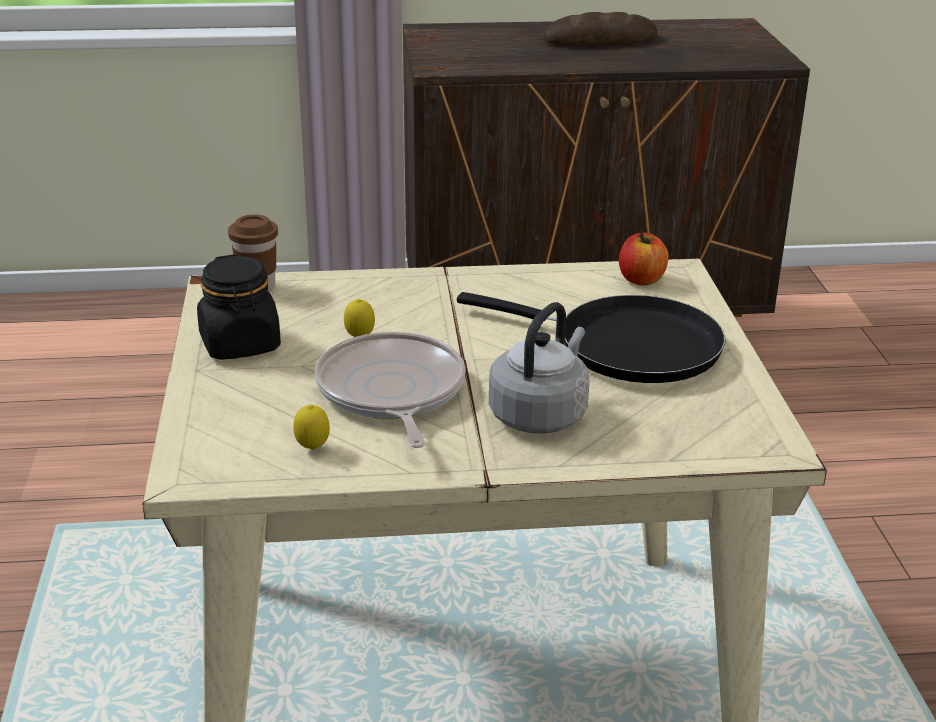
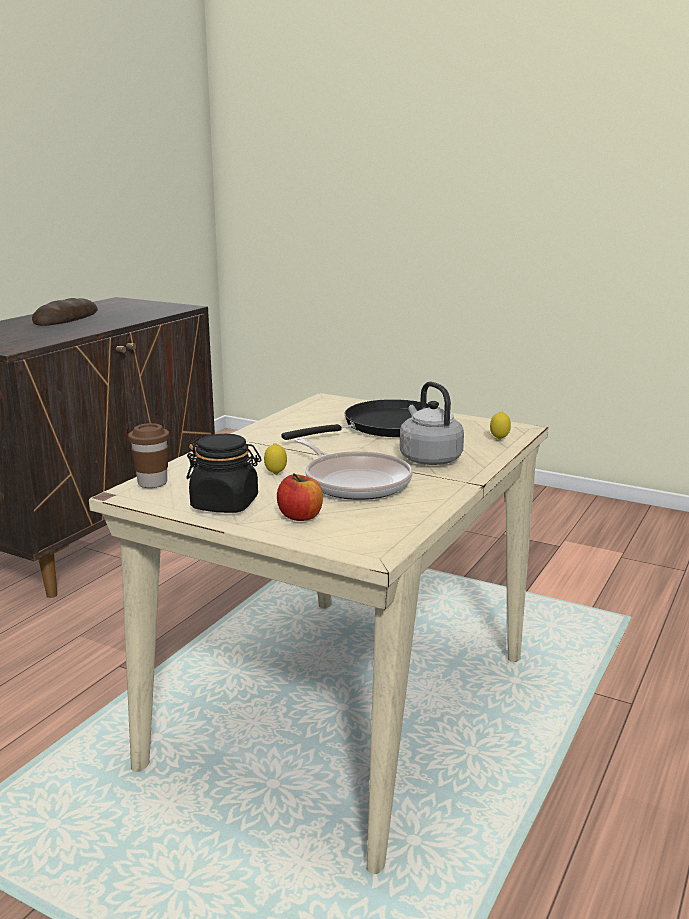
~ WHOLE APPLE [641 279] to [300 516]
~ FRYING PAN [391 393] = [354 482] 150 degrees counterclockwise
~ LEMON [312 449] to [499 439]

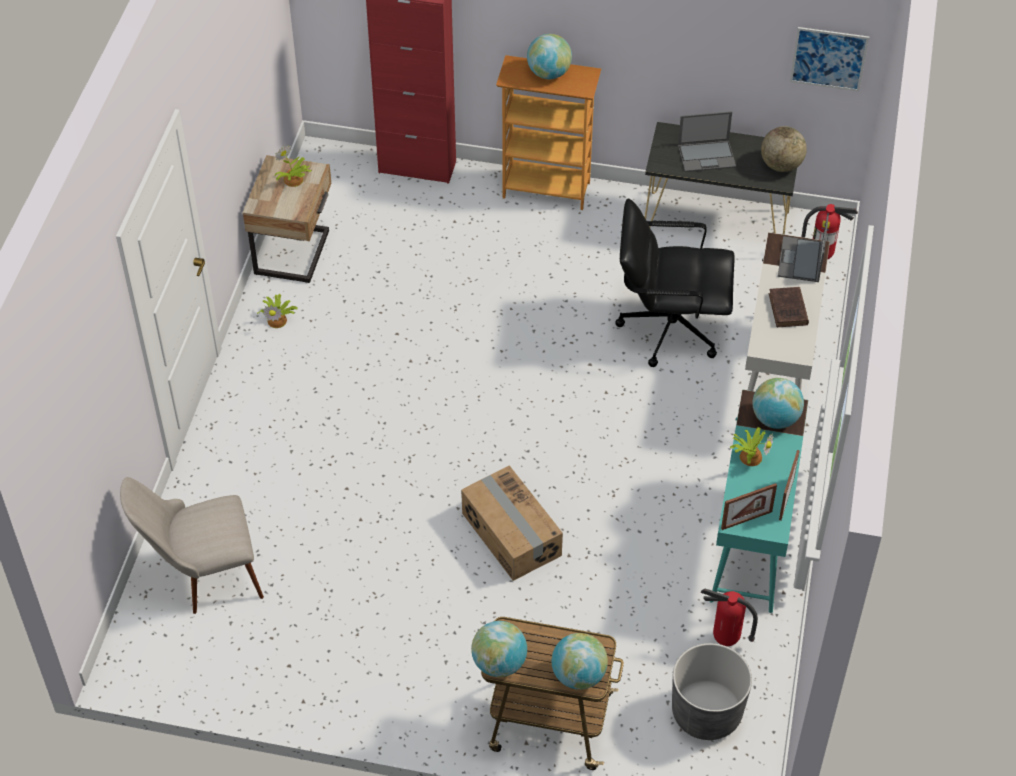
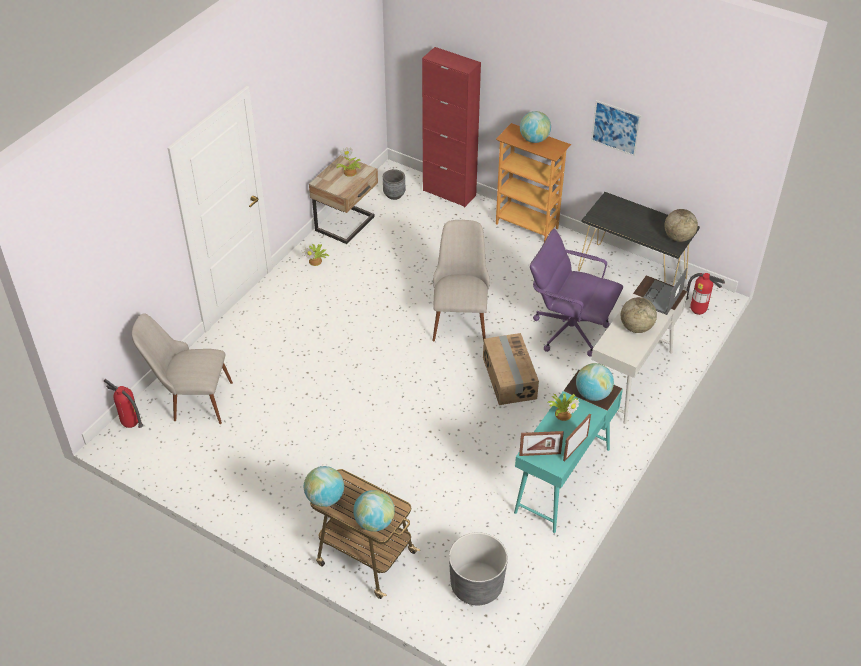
~ FIRE-FIGHTING CYLINDER [725 640] to [130 424]
+ GREY PLANTER [394 195]
+ SAND-COLOURED PLAIN CHAIR [460 317]
~ CARDBOARD BOX [510 535] to [508 378]
~ BLACK OFFICE CHAIR [669 328] to PURPLISH OFFICE CHAIR [569 330]
~ PICTURE [828 59] to [615 128]
~ BROWNISH VOLUME [788 310] to WORLD GLOBE [636 327]
- LAPTOP [707 156]

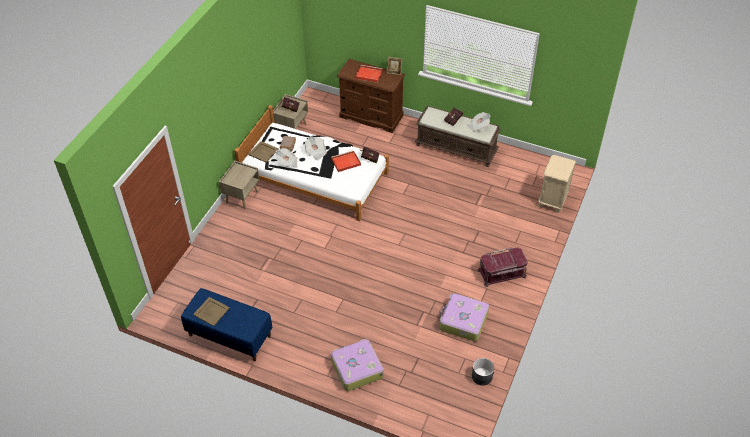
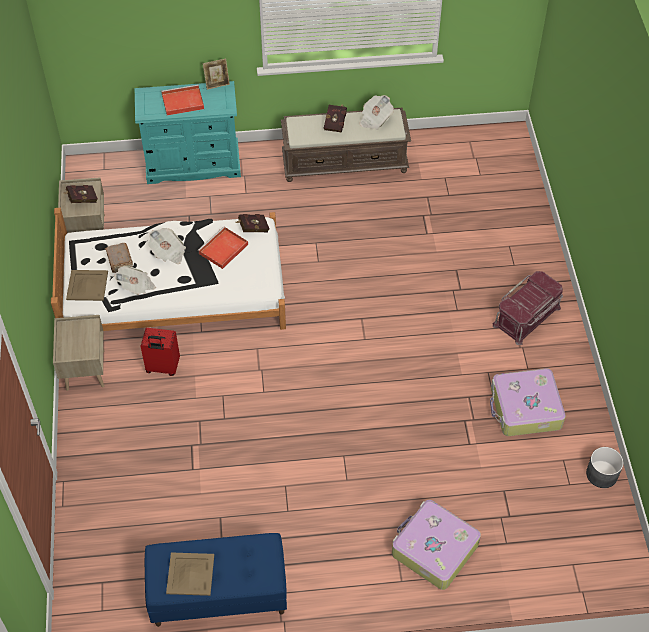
~ BROWNISH DRESSER [371 116] to TURQUOISE DRESSER [193 164]
+ RED PIECE OF LUGGAGE [162 367]
- SAND-COLOURED NIGHT TABLE [552 201]

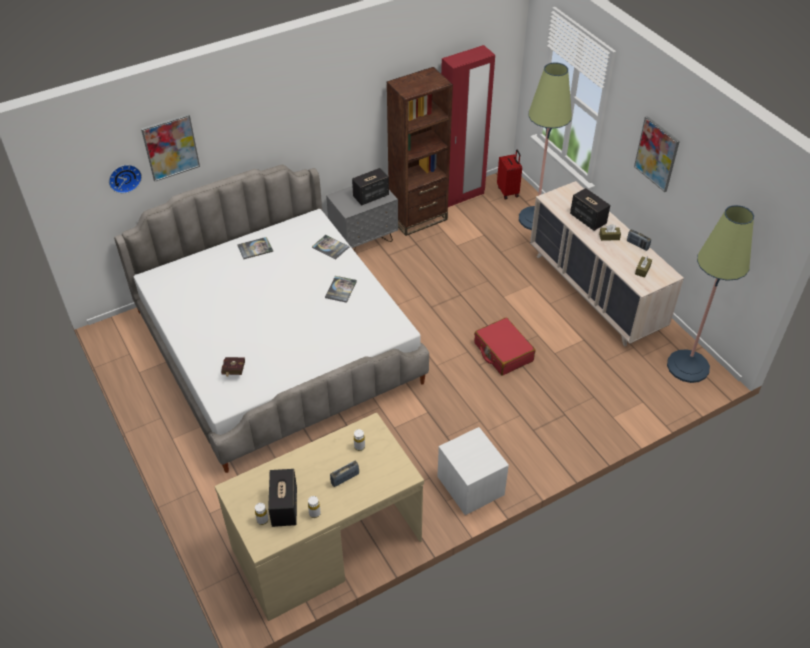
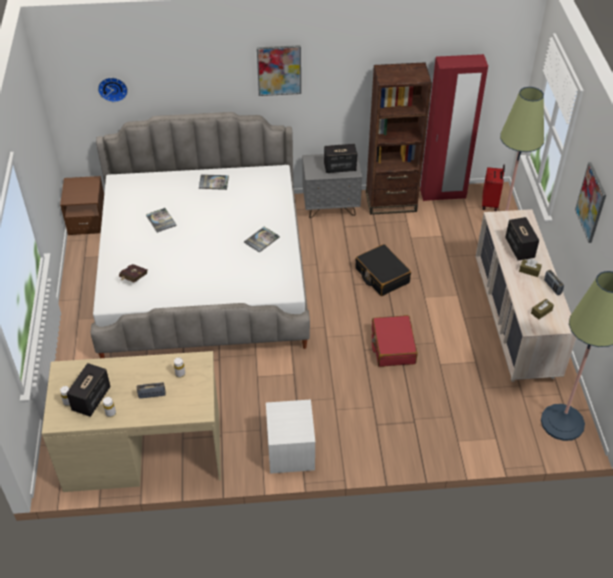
+ BROWNISH NIGHT TABLE [87 221]
~ VOLUME [330 247] to [161 220]
~ PICTURE [170 147] to [279 70]
+ BLACK PIECE OF LUGGAGE [381 276]

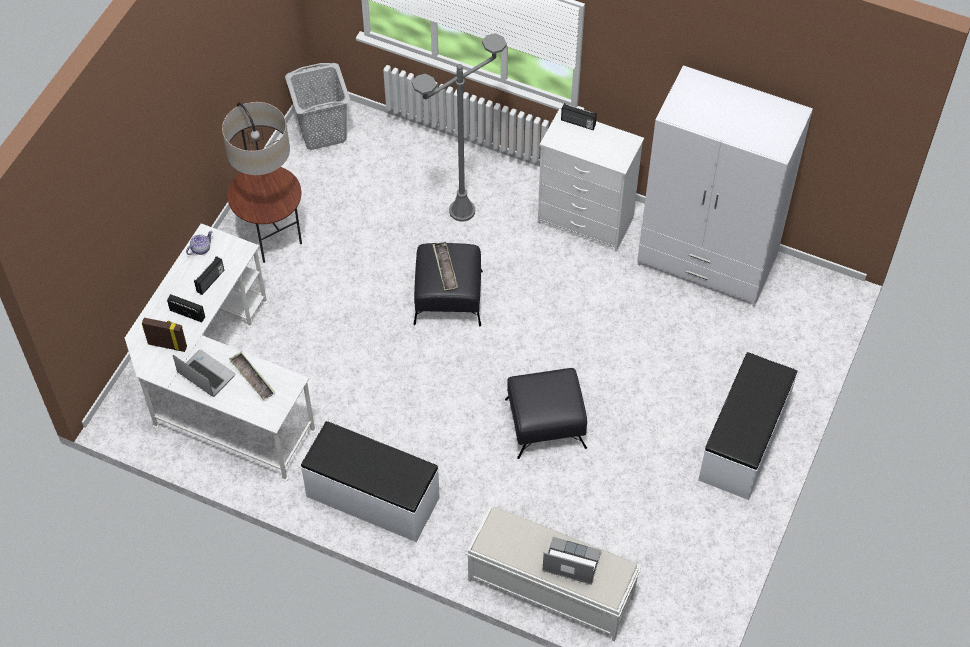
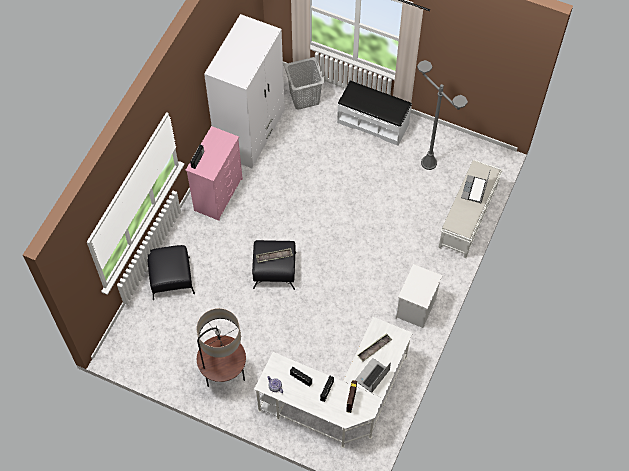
~ BLACK POUFFE [545 423] to [171 278]
~ WHITE-COLOURED DRESSER [586 221] to PINK-COLOURED DRESSER [219 194]
~ GREY LAUNDRY BASKET [322 132] to [305 98]
~ WHITE-COLOURED LONG SEAT [372 498] to WHITE-COLOURED NIGHT TABLE [416 309]
~ GREY STANDING LAMP [462 210] to [428 162]

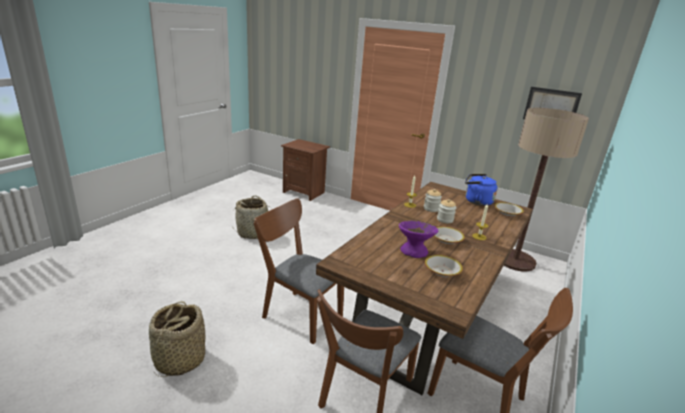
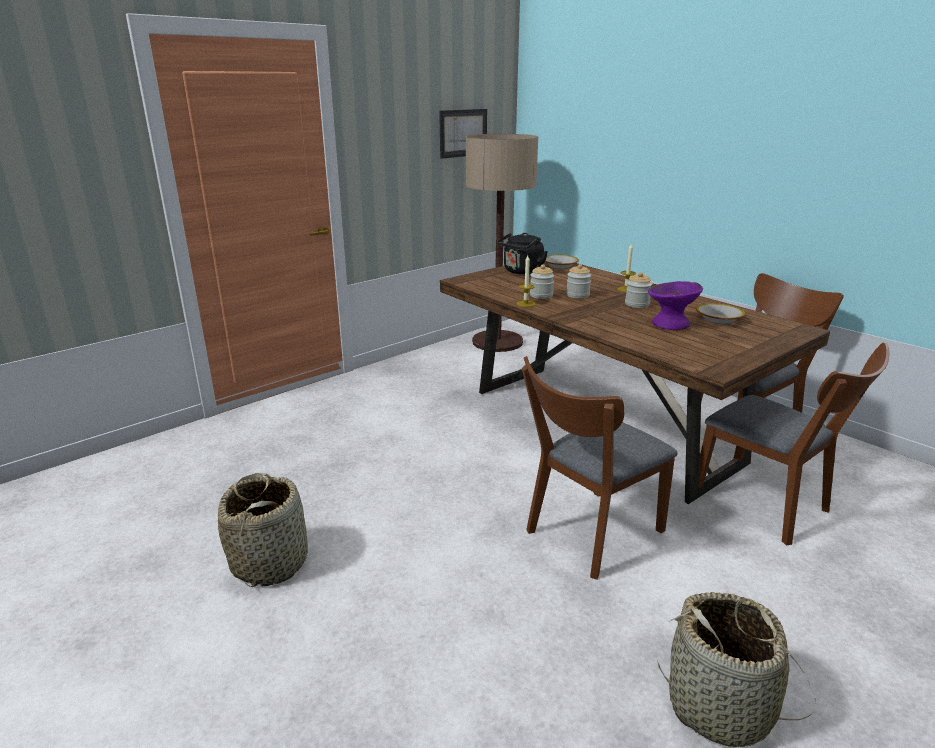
~ BLUISH KETTLE [476 201] to BLACK KETTLE [521 272]
~ BOWL [446 240] to STORAGE JAR [637 304]
- BROWNISH NIGHT TABLE [304 192]

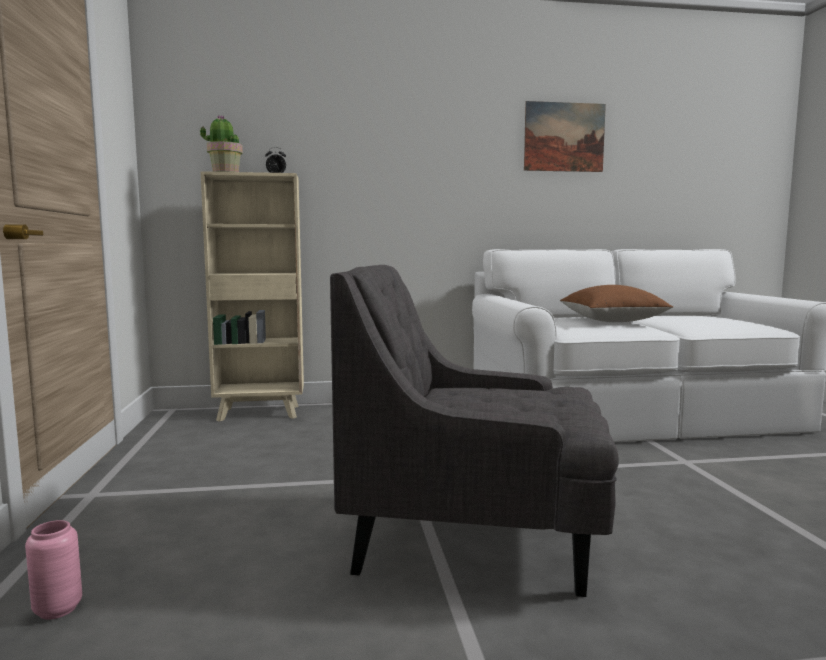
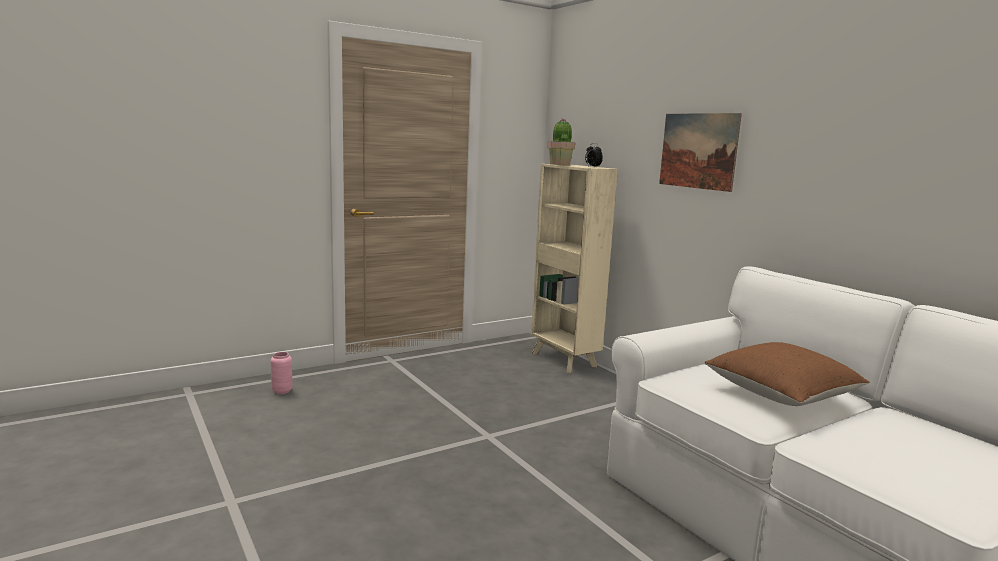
~ PICTURE [564 137] to [698 151]
- GREY LOUNGE CHAIR [475 539]

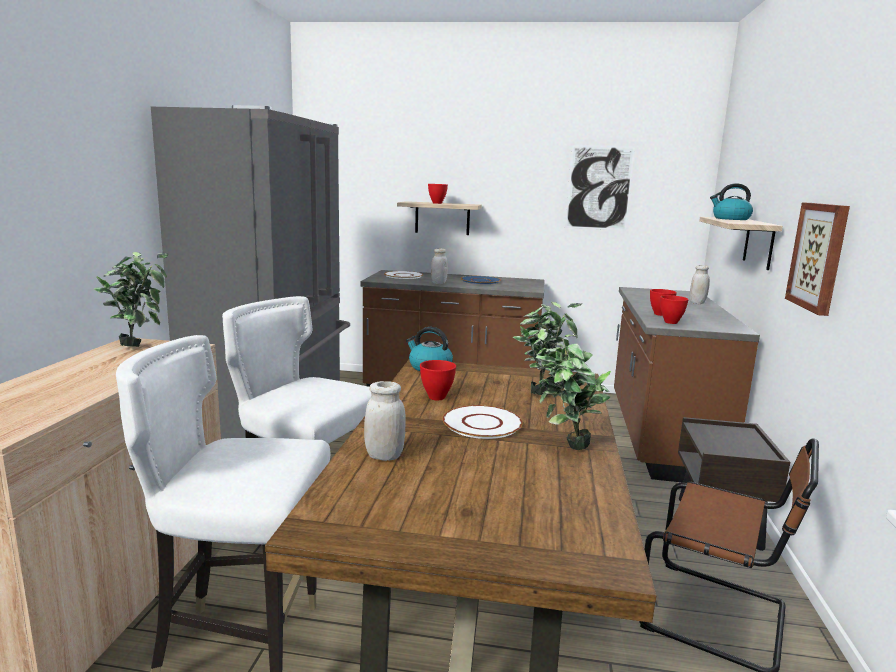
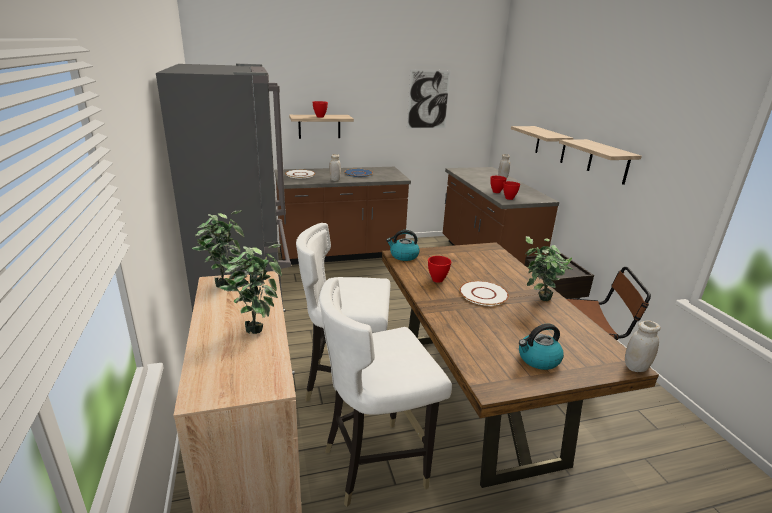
~ POTTED PLANT [542 392] to [256 326]
~ KETTLE [730 219] to [538 359]
~ PICTURE [819 256] to BRACKET SHELF [608 162]
~ WHITE-COLOURED STORAGE JAR [384 456] to [636 367]

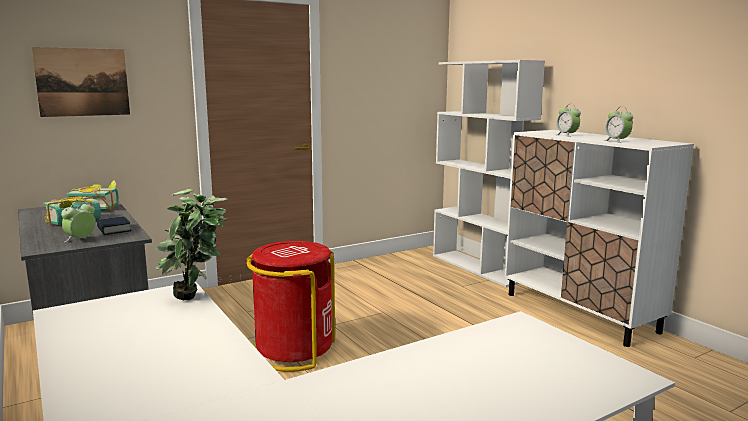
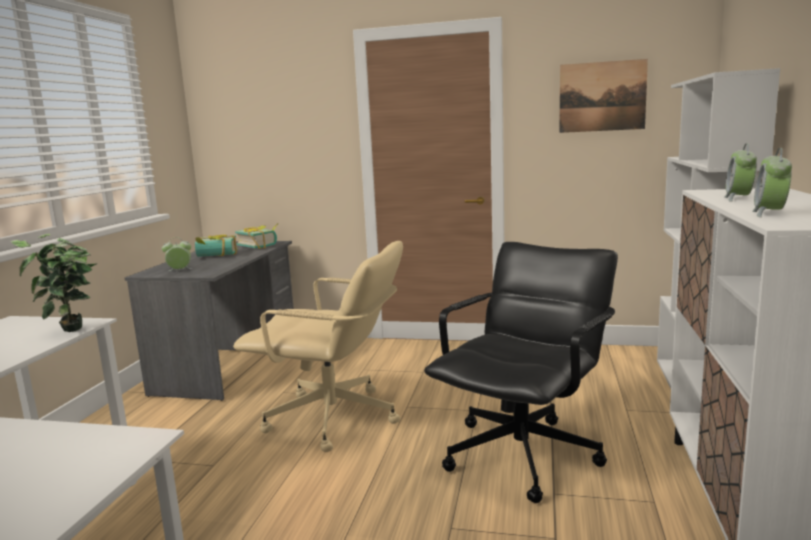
~ RED WASTE BIN [293 351] to SAND-COLOURED OFFICE CHAIR [333 419]
+ BLACK OFFICE CHAIR [523 455]
~ PICTURE [83 82] to [602 96]
- VOLUME [114 230]

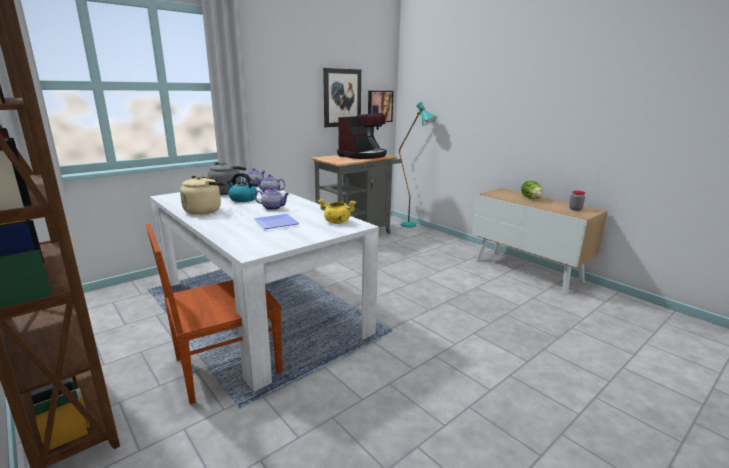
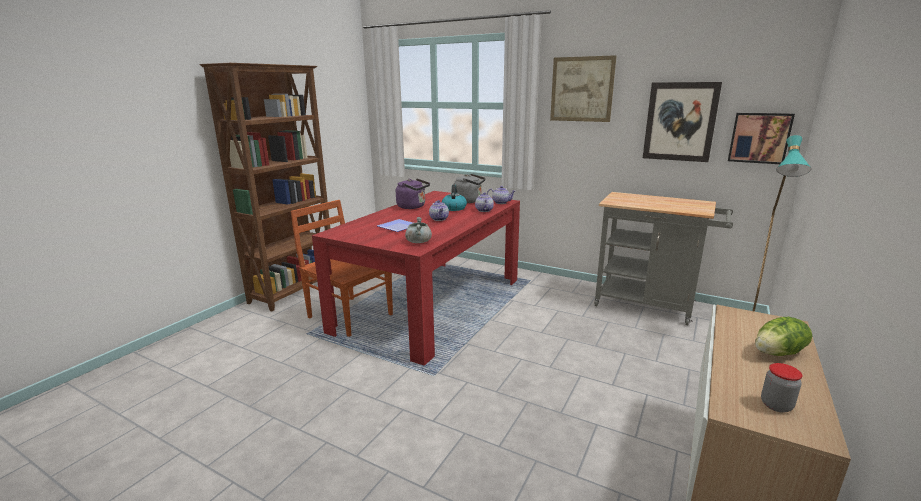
~ WHITE-COLOURED DINNER TABLE [259 308] to RED DINNER TABLE [431 304]
~ SAND-COLOURED KETTLE [205 210] to PURPLISH KETTLE [413 207]
~ YELLOW STOCKPOT [336 222] to GREY STOCKPOT [418 241]
+ PICTURE [582 89]
- COFFEE MACHINE [363 155]

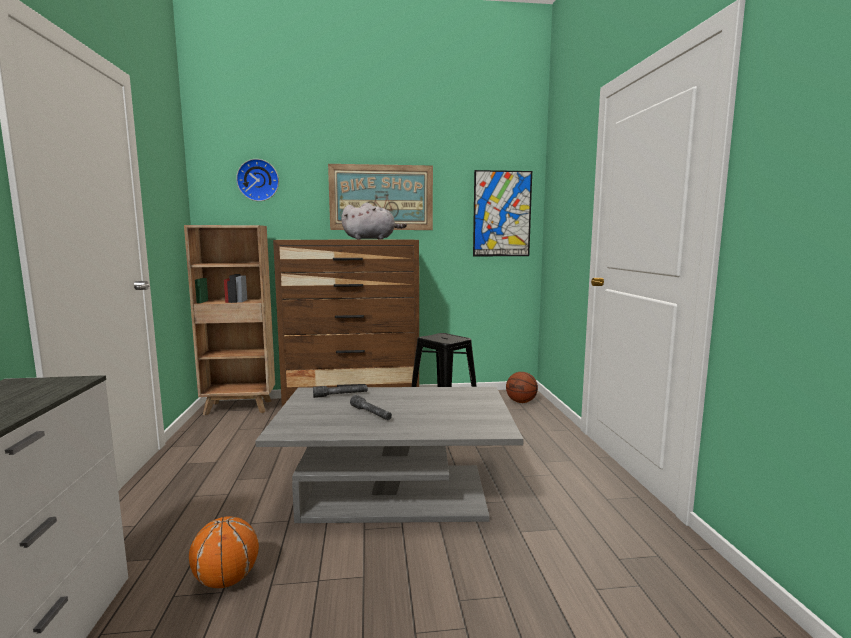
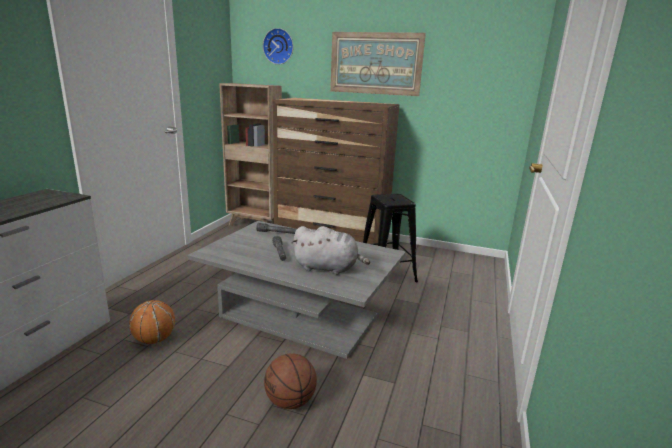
~ BASKETBALL BALL [521 402] to [290 401]
~ GREY PLUSH TOY [371 239] to [328 268]
- PICTURE [502 214]

